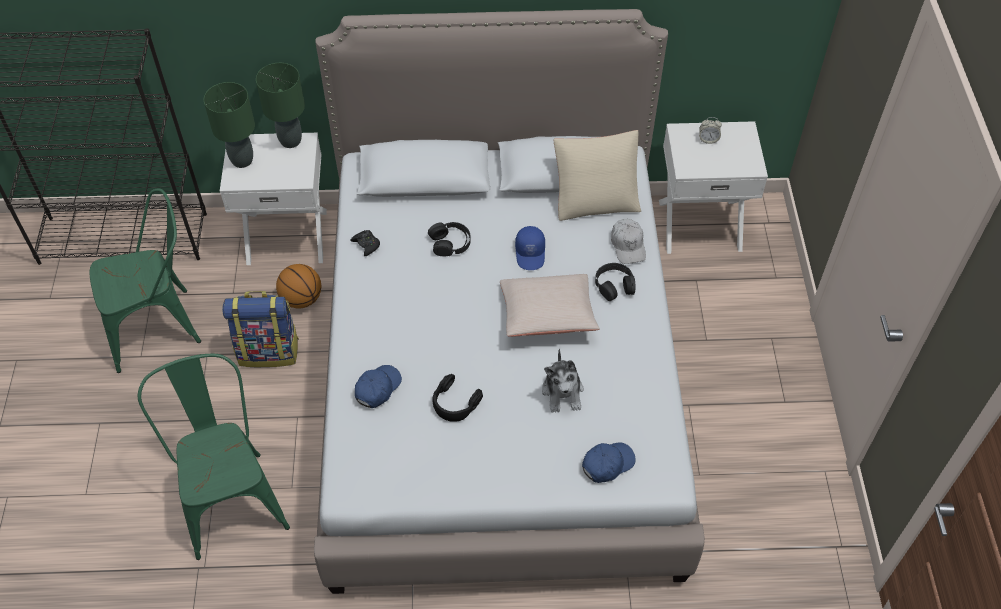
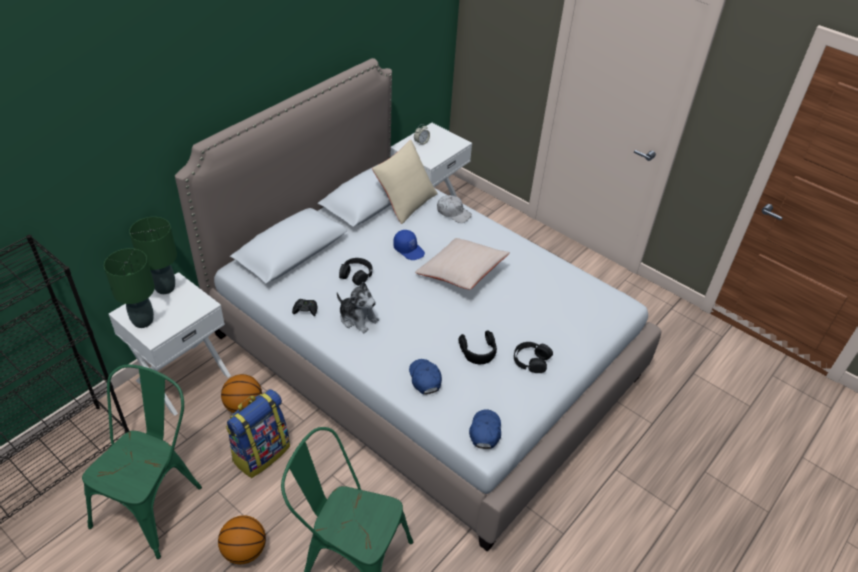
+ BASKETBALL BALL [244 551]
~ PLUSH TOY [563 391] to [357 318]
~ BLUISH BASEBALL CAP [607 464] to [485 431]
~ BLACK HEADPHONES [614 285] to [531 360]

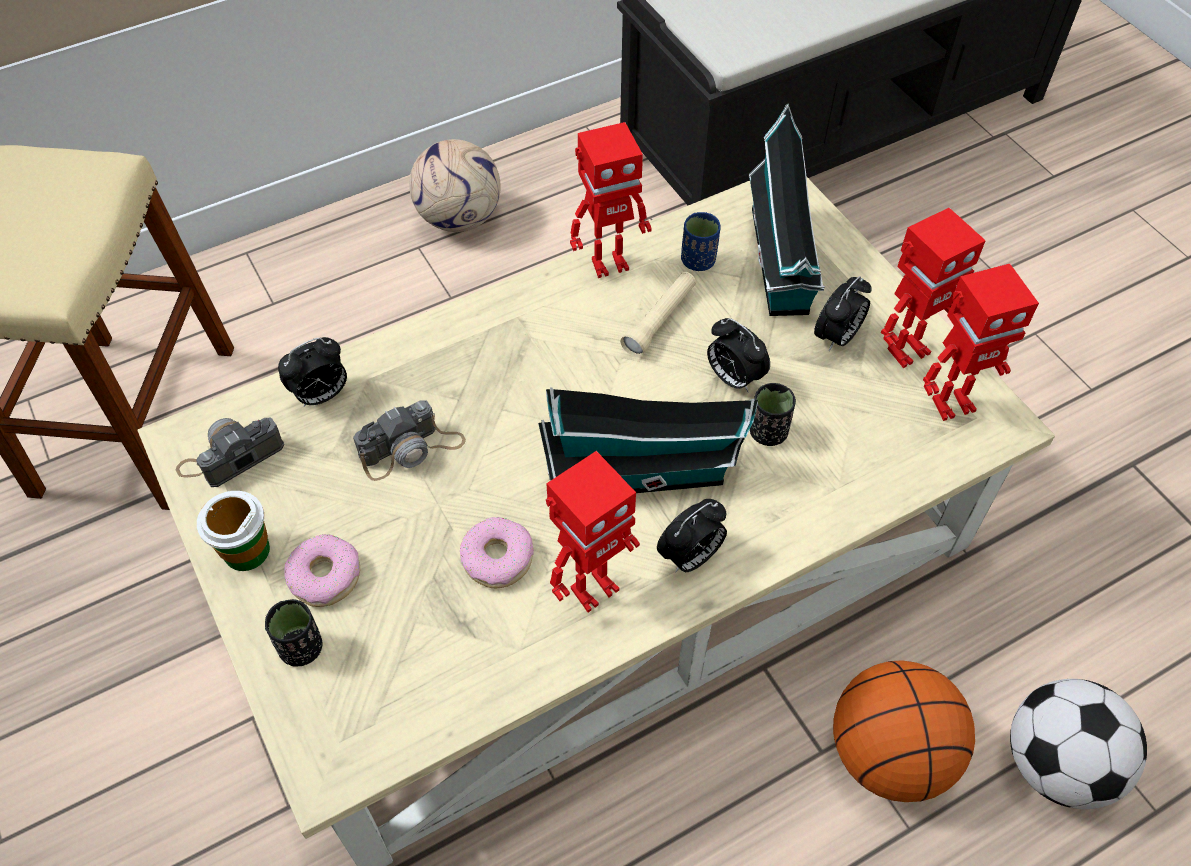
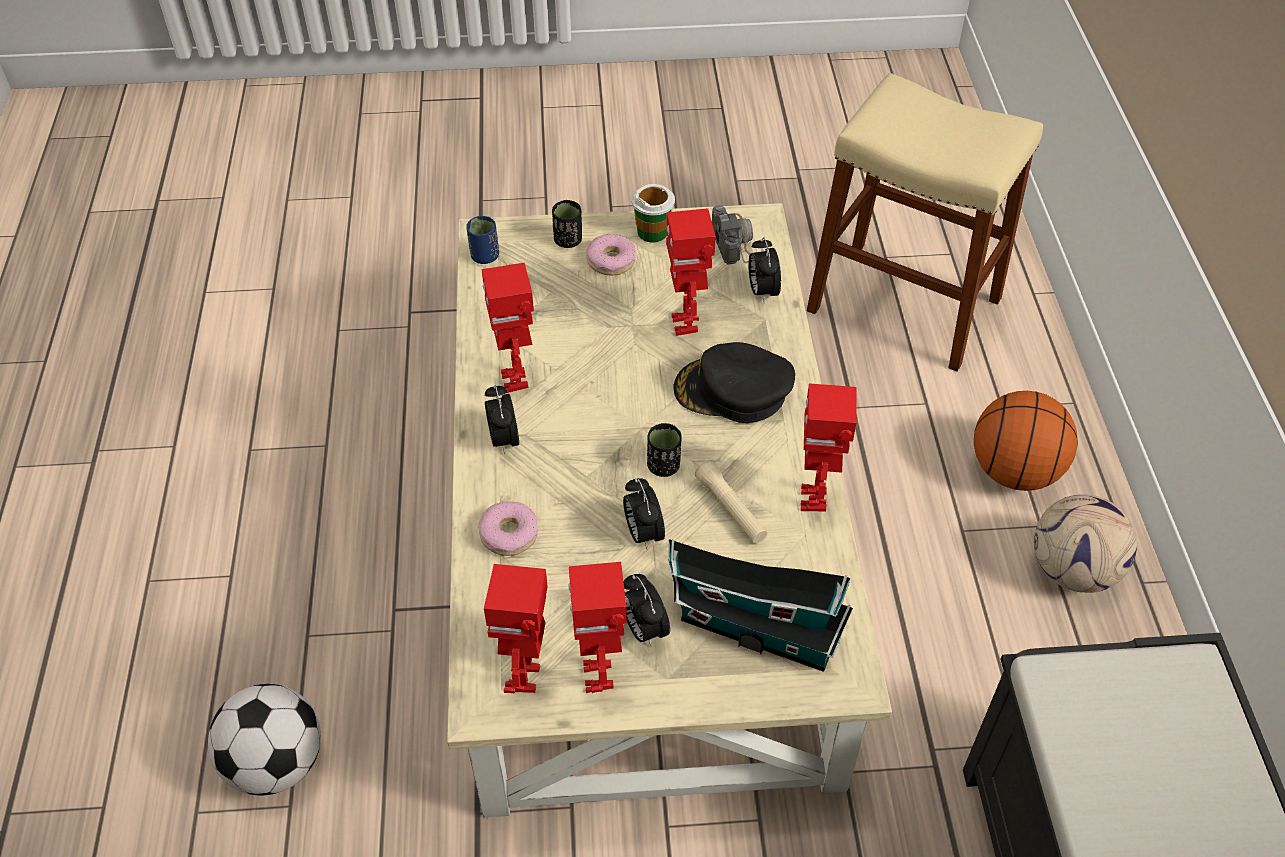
~ BLUISH SMALL CUP [698 261] to [484 256]
~ DONUT [498 558] to [508 534]
~ TABLE CLOCK [733 378] = [643 533] 90 degrees counterclockwise
~ BLACK SMALL CUP [768 432] to [663 466]
~ STILL CAMERA [411 449] to MODEL ROBOT [686 324]
+ BLACK BASEBALL CAP [733 391]
~ BASKETBALL BALL [888 753] to [1014 471]
- MINIATURE HOUSE [644 473]

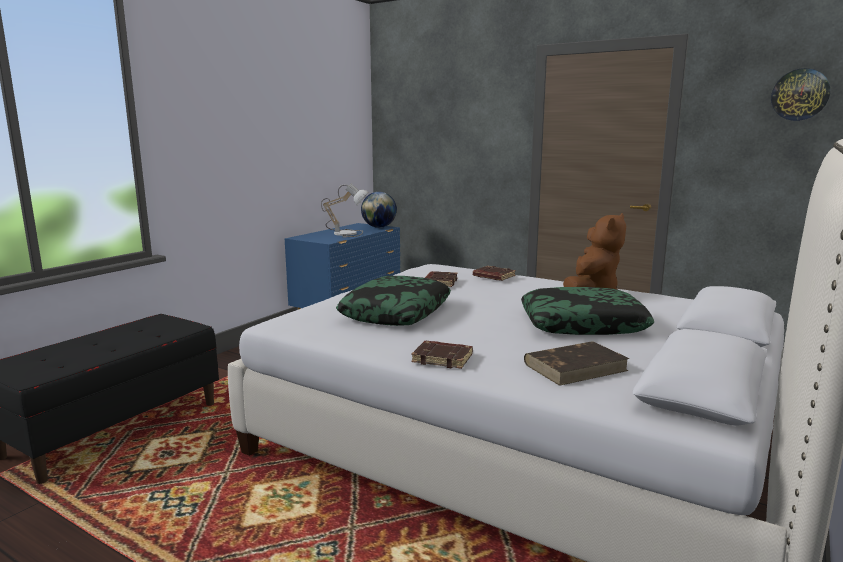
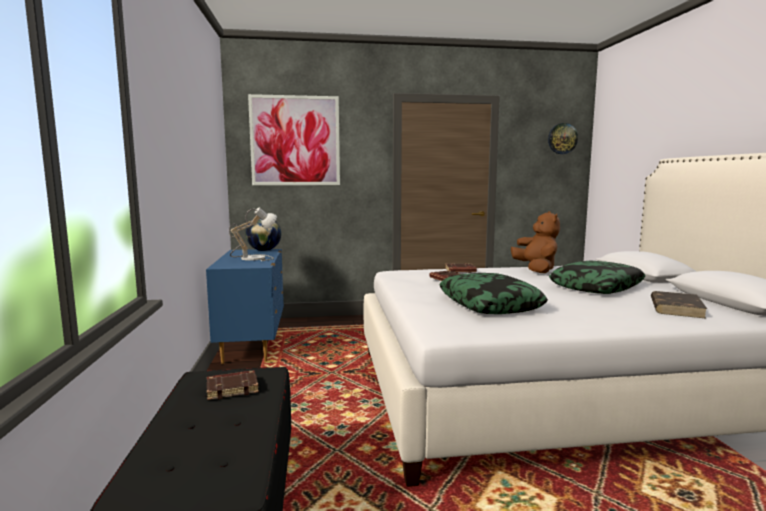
~ BROWNISH VOLUME [443 358] to [233 388]
+ PICTURE [295 141]

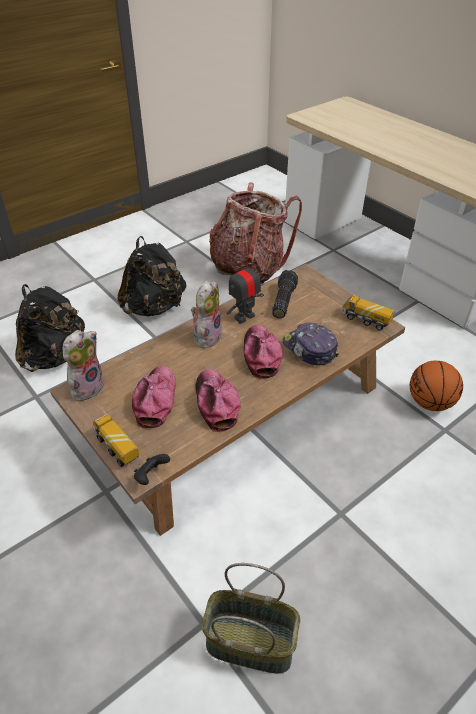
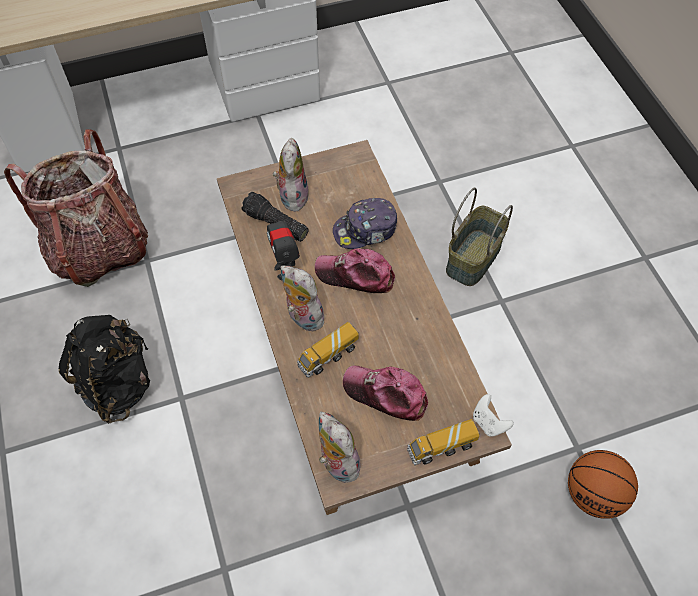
+ PLUSH TOY [292 195]
~ MODEL TRUCK [365 320] to [328 356]
~ STORAGE BASKET [251 641] to [473 257]
~ BLACK GAMEPAD [151 476] to WHITE-COLOURED GAMEPAD [488 422]
~ BASKETBALL BALL [430 402] to [593 494]
- BLACK BACKPACK [55 356]
- BASEBALL CAP [216 403]

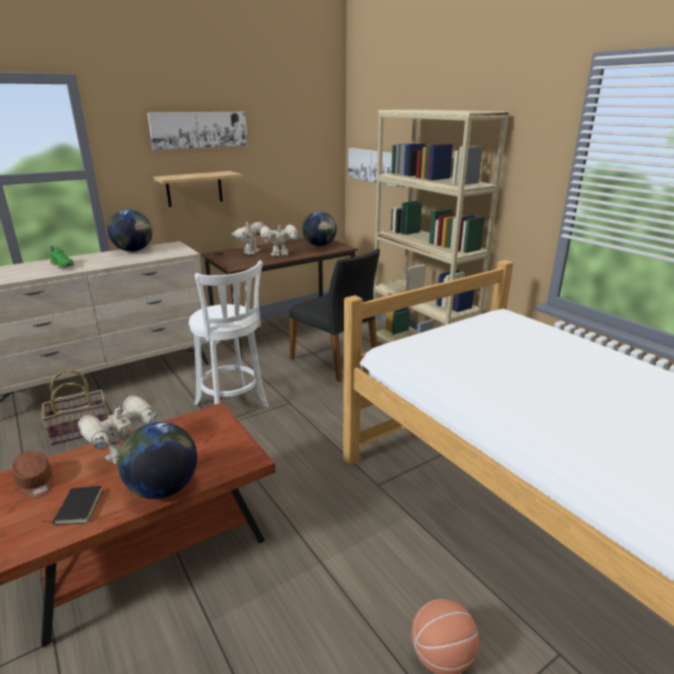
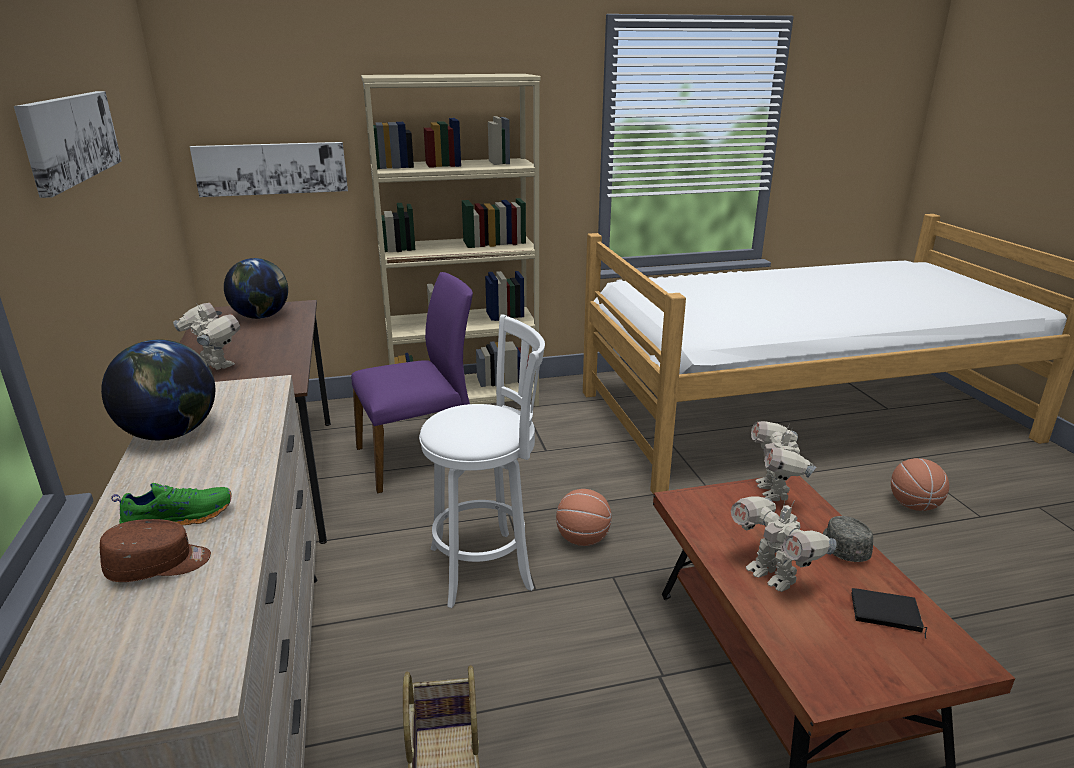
~ BROWNISH BASEBALL CAP [36 482] to [159 565]
~ BLACK PLAIN CHAIR [335 360] to PURPLISH PLAIN CHAIR [419 457]
+ BASKETBALL BALL [582 539]
~ MODEL ROBOT [280 255] to [774 492]
~ WORLD GLOBE [163 488] to GREY BASEBALL CAP [843 546]
- BRACKET SHELF [194 188]

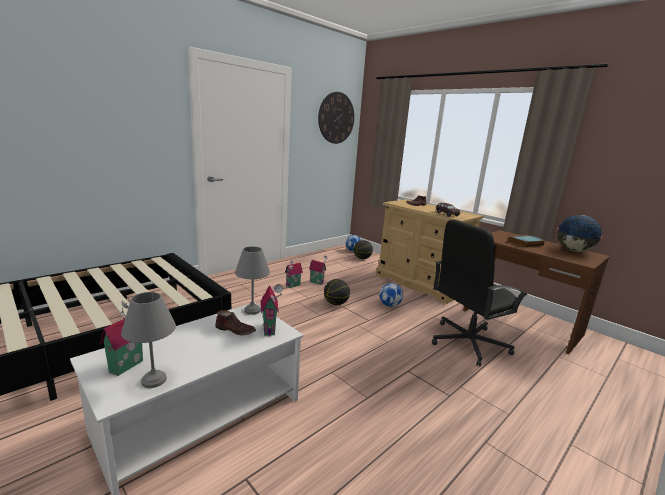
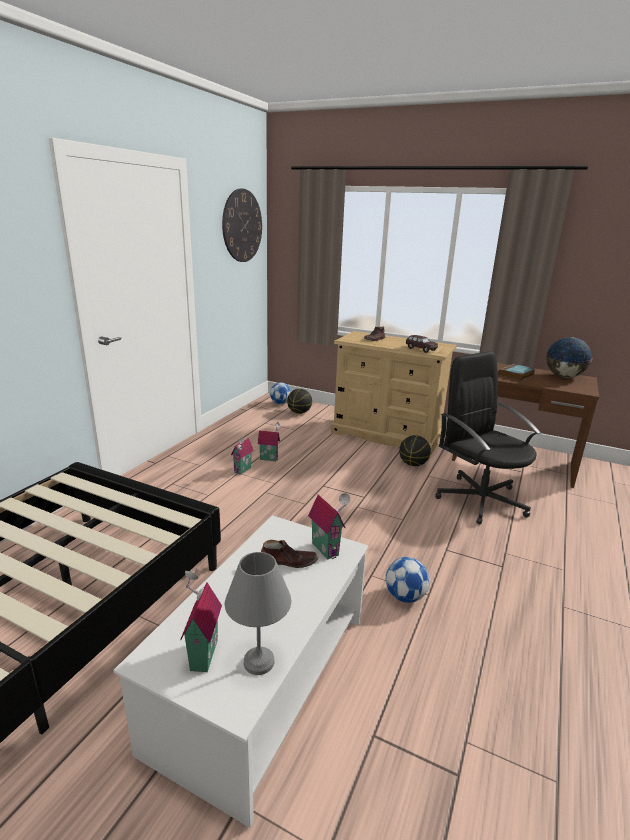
~ BALL FOR FOOTBALL [389 305] to [405 596]
~ BASKETBALL BALL [336 303] to [413 464]
~ BLACK OFFICE CHAIR [467 343] = [480 499] 105 degrees clockwise
- GREY LAMP FOR A TABLE [251 310]

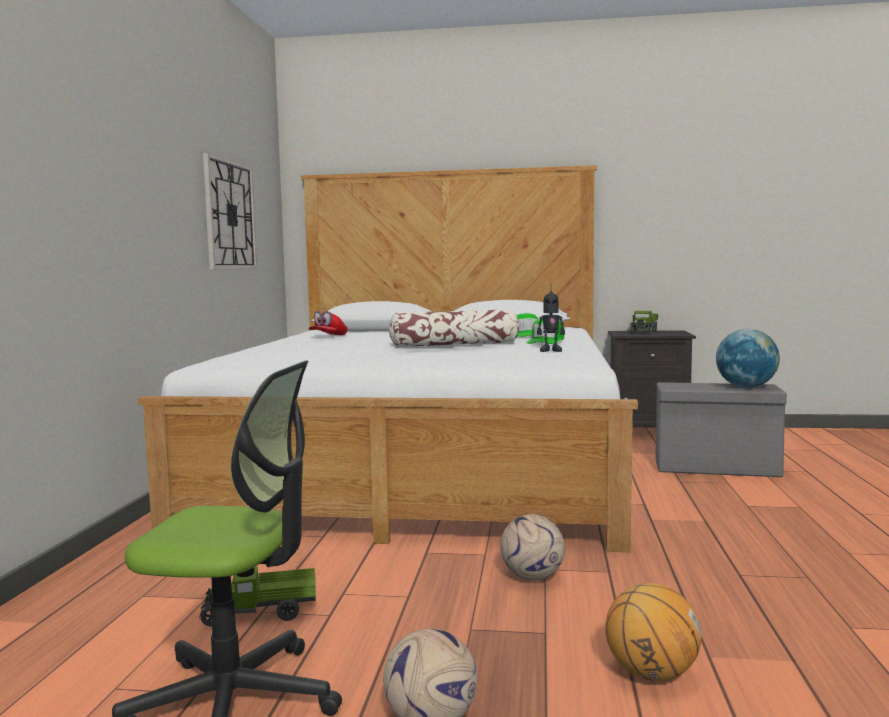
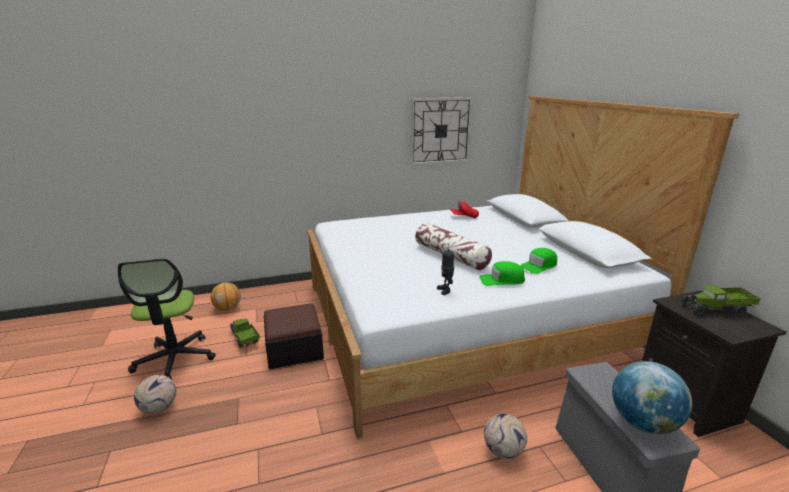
~ BASKETBALL BALL [651 674] to [228 308]
+ POUFFE [294 349]
~ BALL FOR FOOTBALL [532 576] to [503 451]

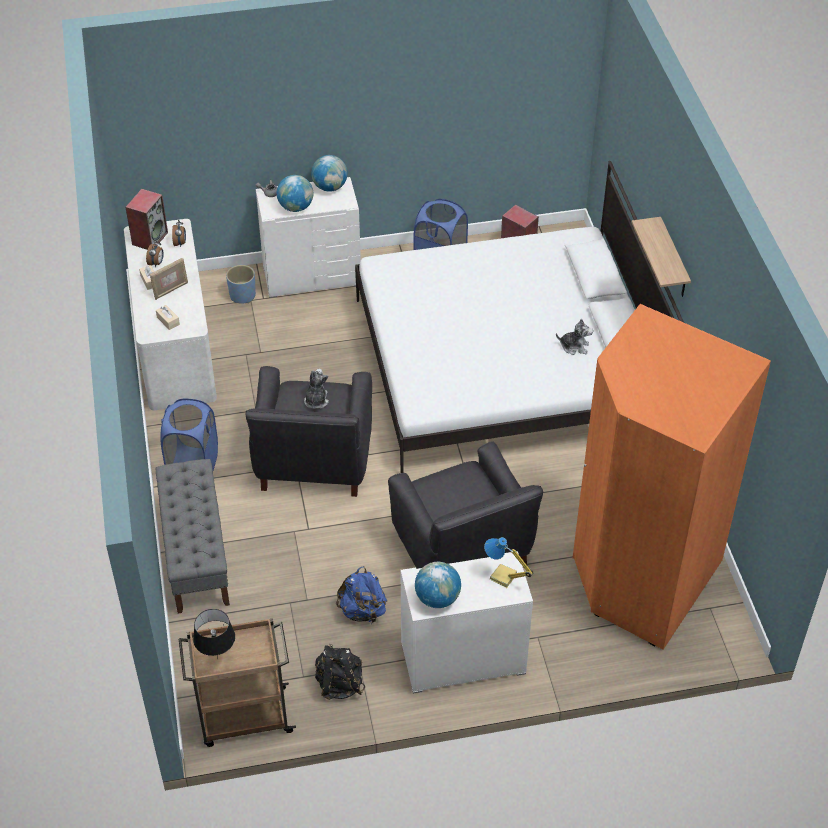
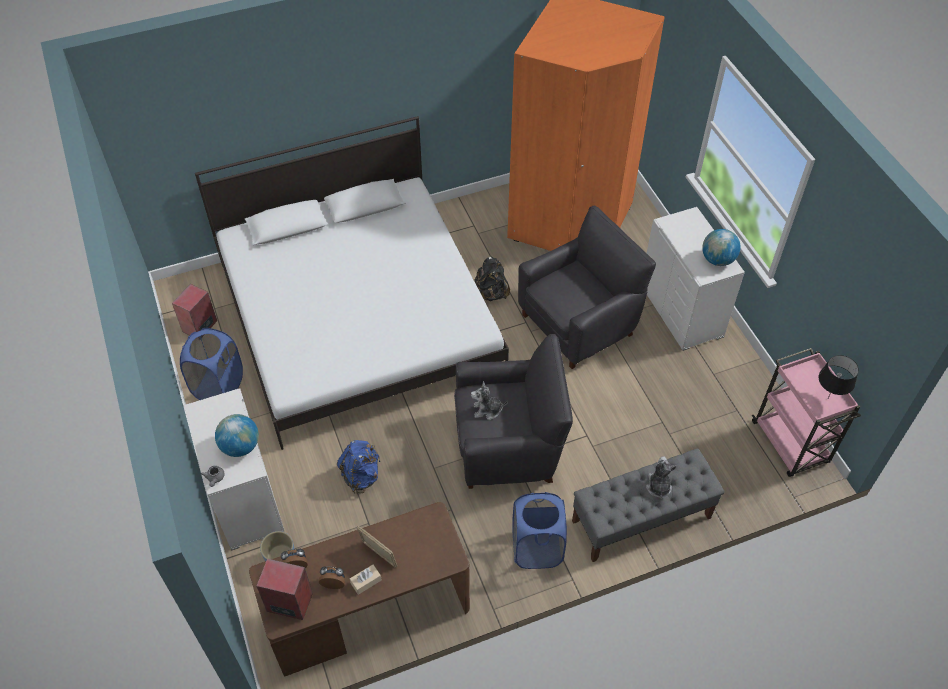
~ WHITE-COLOURED DESK TABLE [174 345] to BROWNISH DESK TABLE [368 612]
~ BLUISH BACKPACK [363 611] to [361 476]
~ BLACK BACKPACK [339 684] to [490 293]
~ PLUSH TOY [574 346] to [658 486]
~ BROWNISH CART [243 717] to PINK-COLOURED CART [791 444]
- SAND-COLOURED TISSUE BOX [168 321]
- WORLD GLOBE [330 187]
- LAMP FOR A TABLE [503 577]
- BRACKET SHELF [673 260]

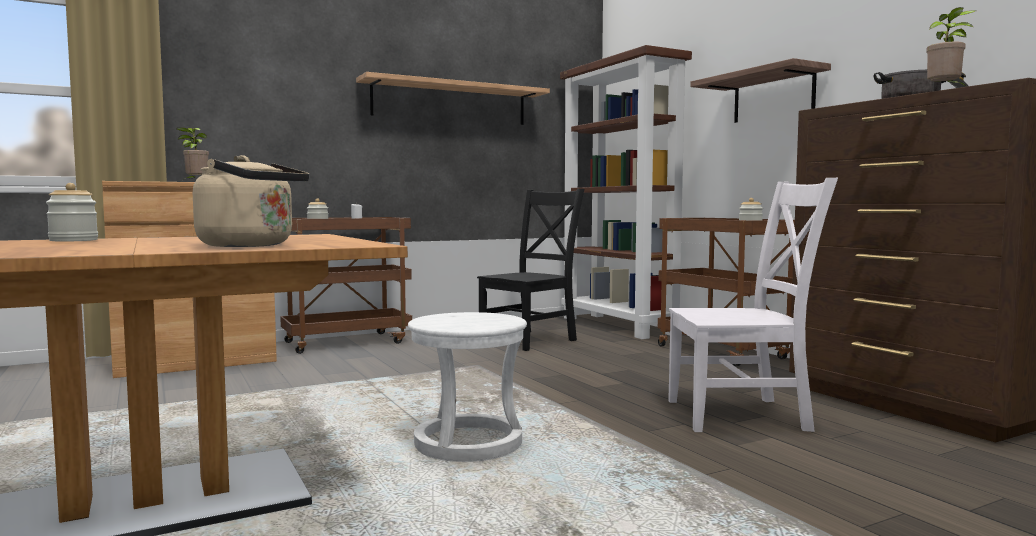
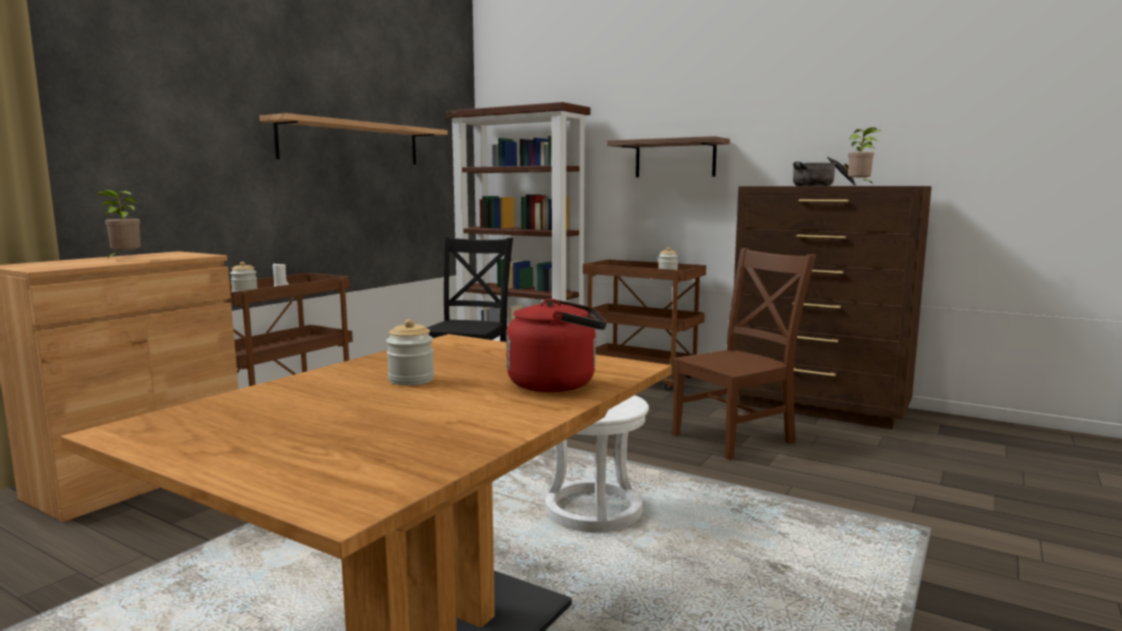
~ STORAGE JAR [73 240] to [411 380]
~ SAND-COLOURED KETTLE [251 245] to RED KETTLE [557 384]
~ WHITE-COLOURED PLAIN CHAIR [743 415] to BROWNISH PLAIN CHAIR [737 437]

